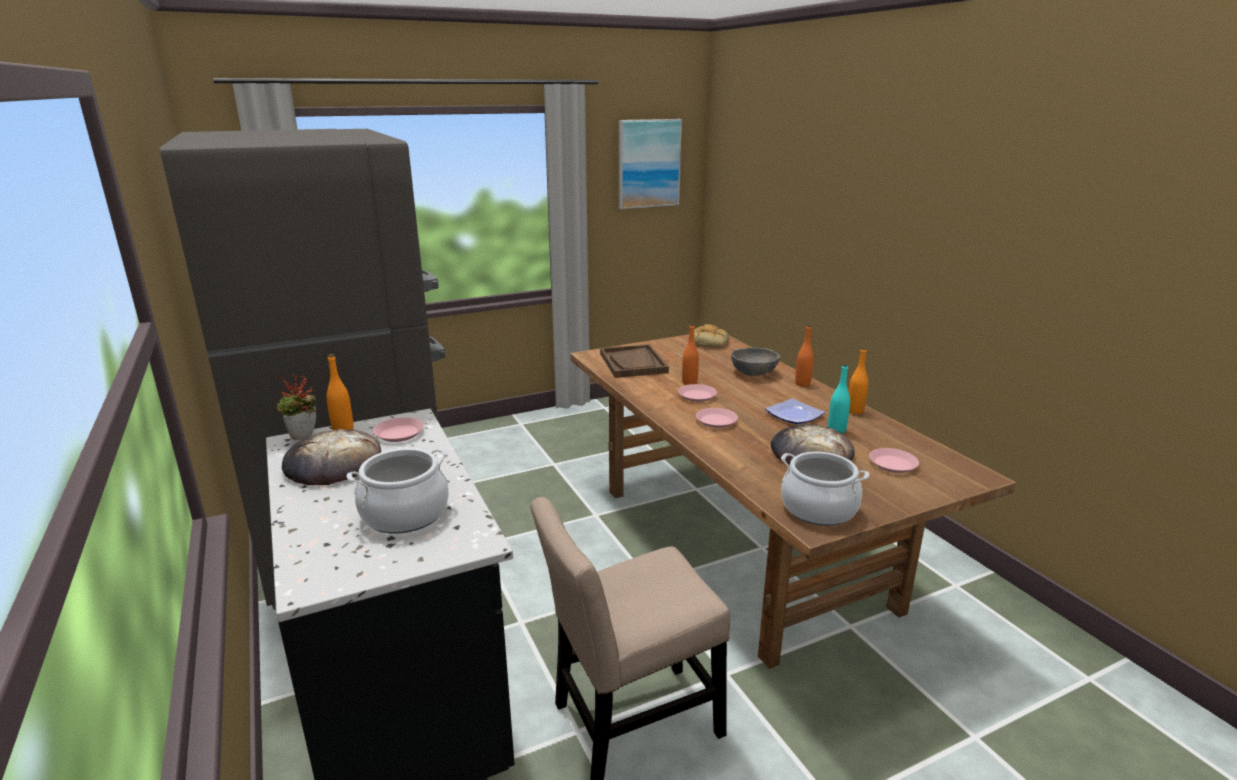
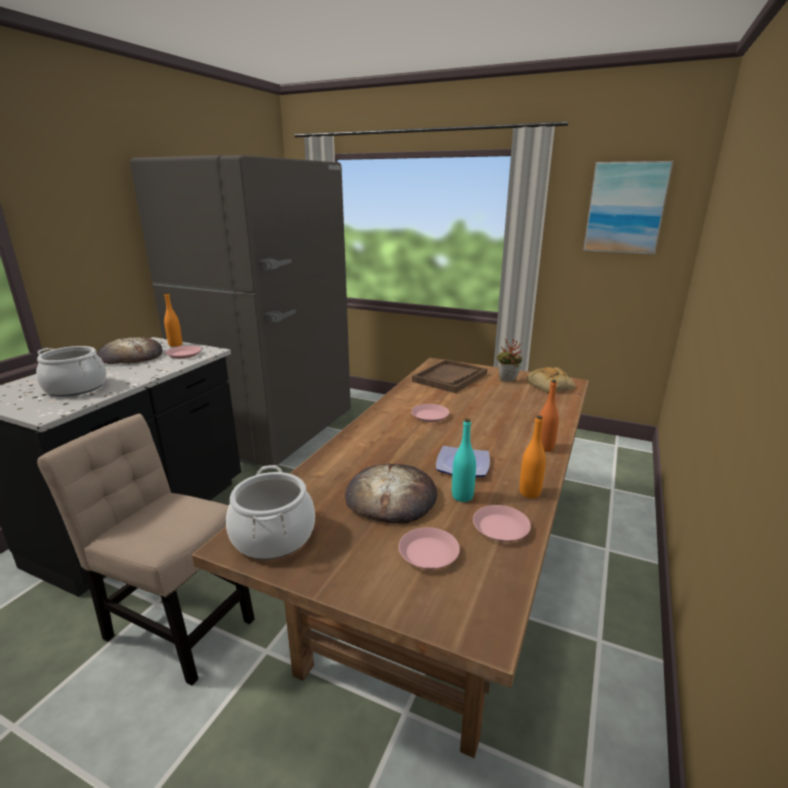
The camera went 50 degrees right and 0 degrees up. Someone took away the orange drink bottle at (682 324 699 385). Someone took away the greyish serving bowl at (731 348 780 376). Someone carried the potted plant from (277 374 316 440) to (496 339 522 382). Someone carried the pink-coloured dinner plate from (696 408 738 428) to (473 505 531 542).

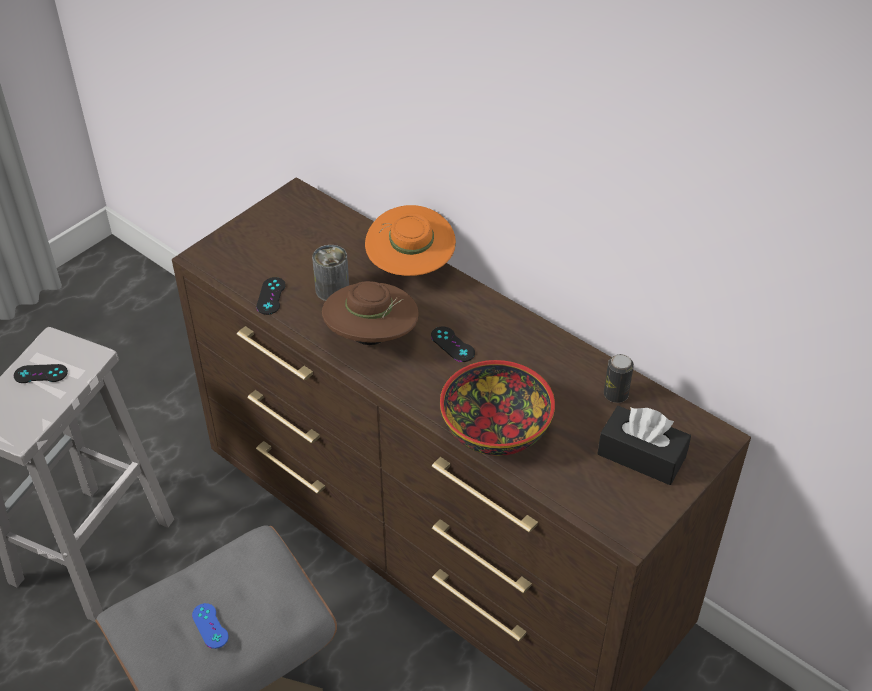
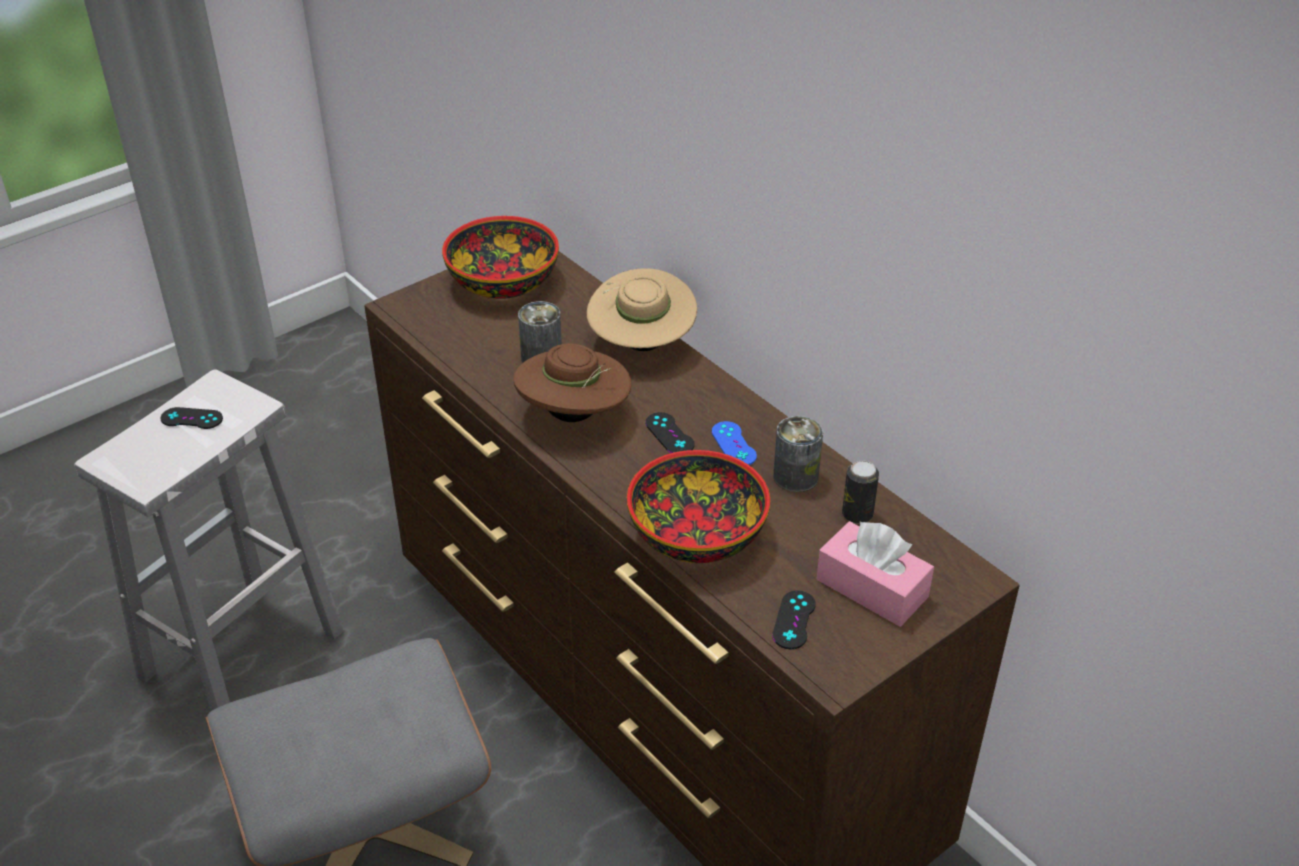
The camera went 10 degrees right and 5 degrees down. Someone put down the serving bowl at (442 216 559 299). Someone put down the sealed can at (773 416 823 492). Someone carried the blue-coloured gamepad from (192 603 229 649) to (712 421 757 465). Someone carried the black gamepad from (256 277 286 315) to (772 590 816 649). Someone repainted the orange clothing hat at (365 205 456 276), which became the beige-coloured clothing hat at (587 268 697 351). Someone repainted the black box of tissues at (597 406 691 485), which became the pink-coloured box of tissues at (817 521 934 627).

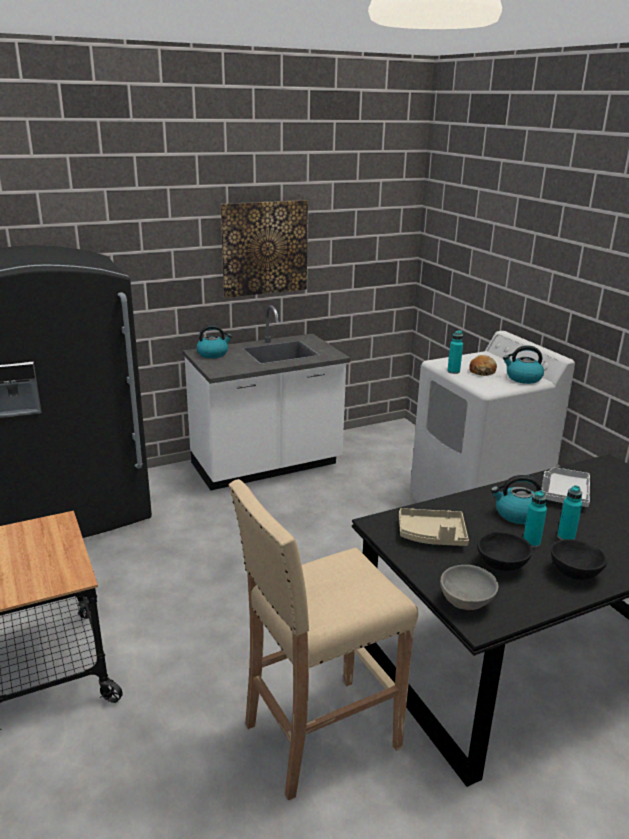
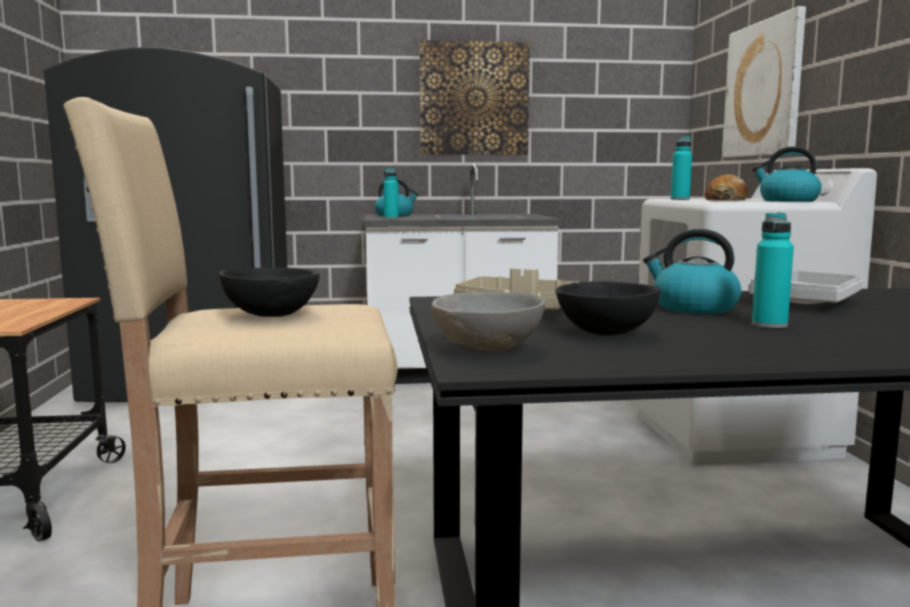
The camera went 20 degrees right and 15 degrees down. Someone put up the picture at (722 6 806 158). Someone carried the blue-green drink bottle from (523 490 547 548) to (383 168 399 219). Someone carried the black serving bowl from (551 539 607 580) to (219 268 320 317).

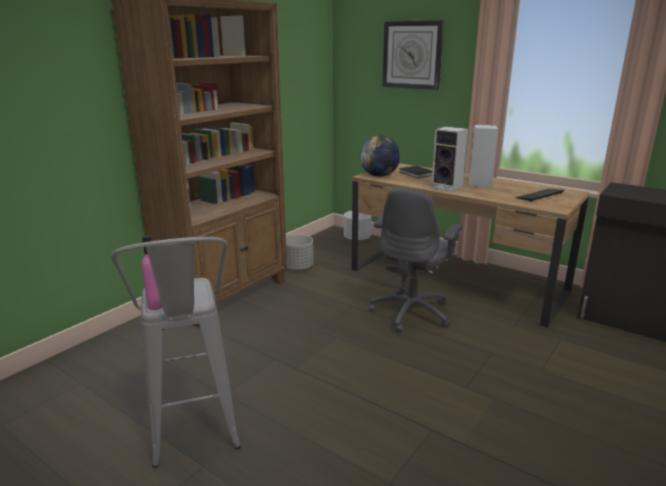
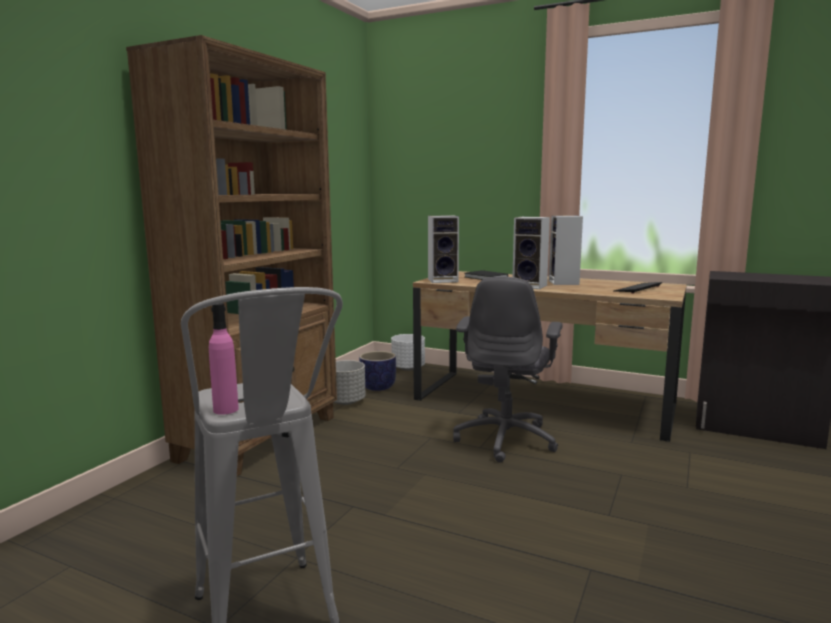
The camera went 10 degrees left and 10 degrees down. Someone took away the clock on the wall at (382 20 444 90). Someone put down the planter at (359 351 396 391). Someone swapped the world globe at (360 135 400 177) for the loudspeaker at (428 215 459 283).

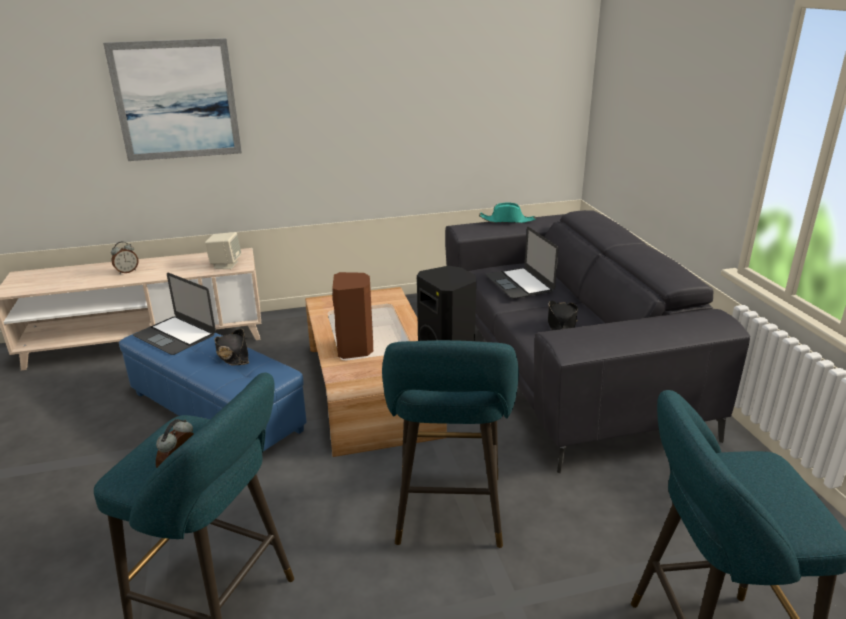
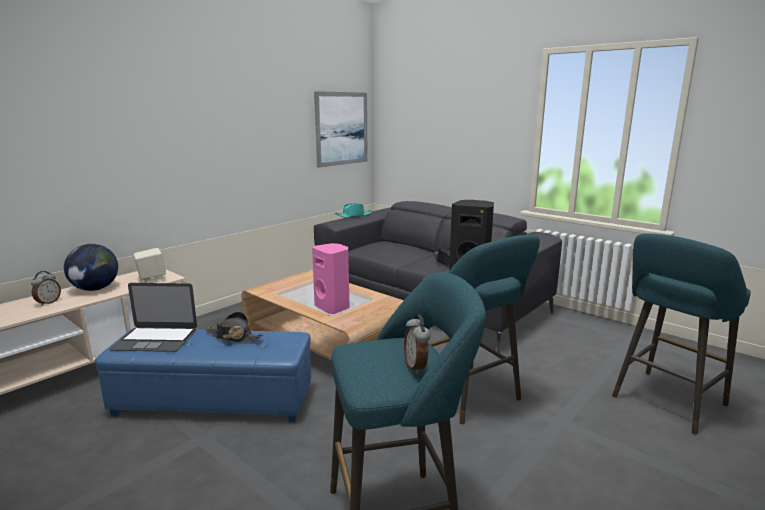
The camera went 35 degrees left and 10 degrees down. Someone took away the notebook computer at (486 227 558 299). Someone put down the world globe at (64 244 118 291). Someone carried the picture from (103 38 242 161) to (314 91 368 168). Someone repainted the brown loudspeaker at (332 272 373 359), which became the pink-coloured loudspeaker at (312 243 350 314).

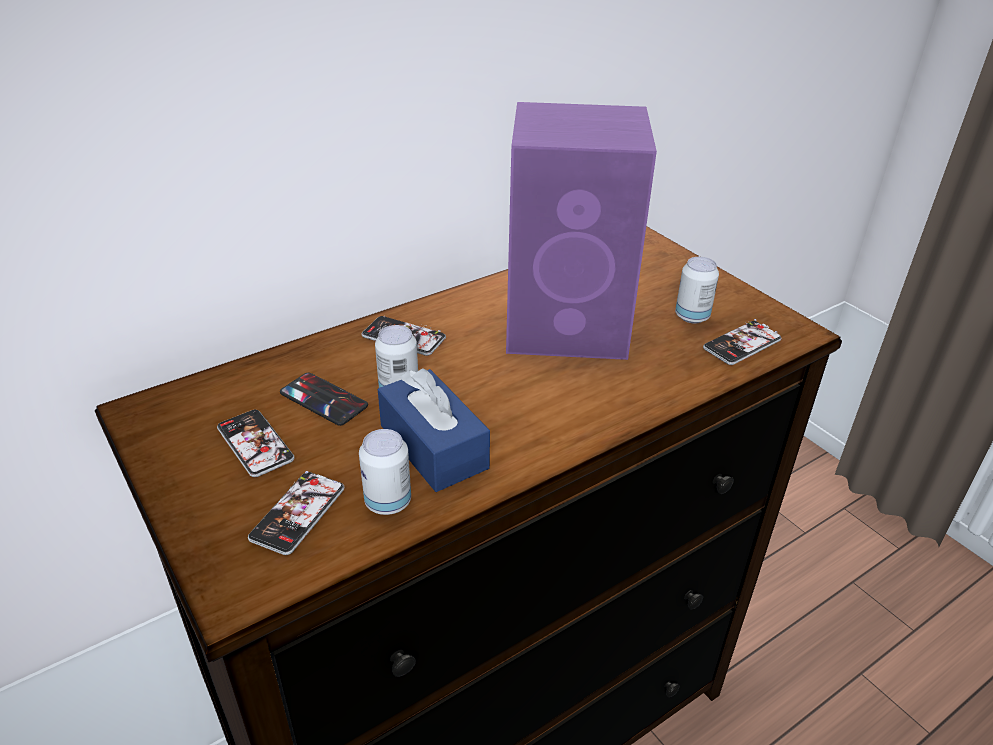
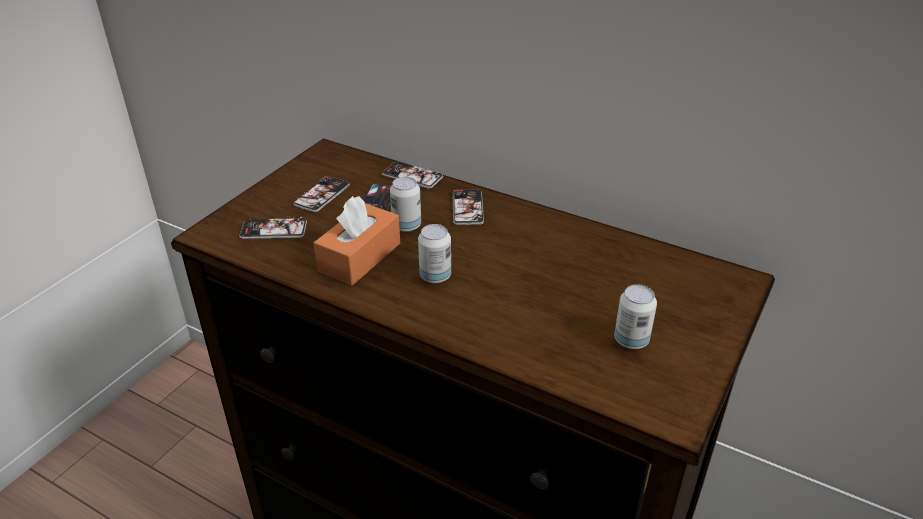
The camera went 65 degrees right and 0 degrees up. Someone took away the purple loudspeaker at (506 102 657 360). Someone carried the sealed can from (359 429 411 515) to (418 224 451 283). Someone carried the handset from (703 319 782 365) to (382 161 443 189). Someone repainted the blue-coloured box of tissues at (378 368 490 492), which became the orange box of tissues at (314 196 400 286).

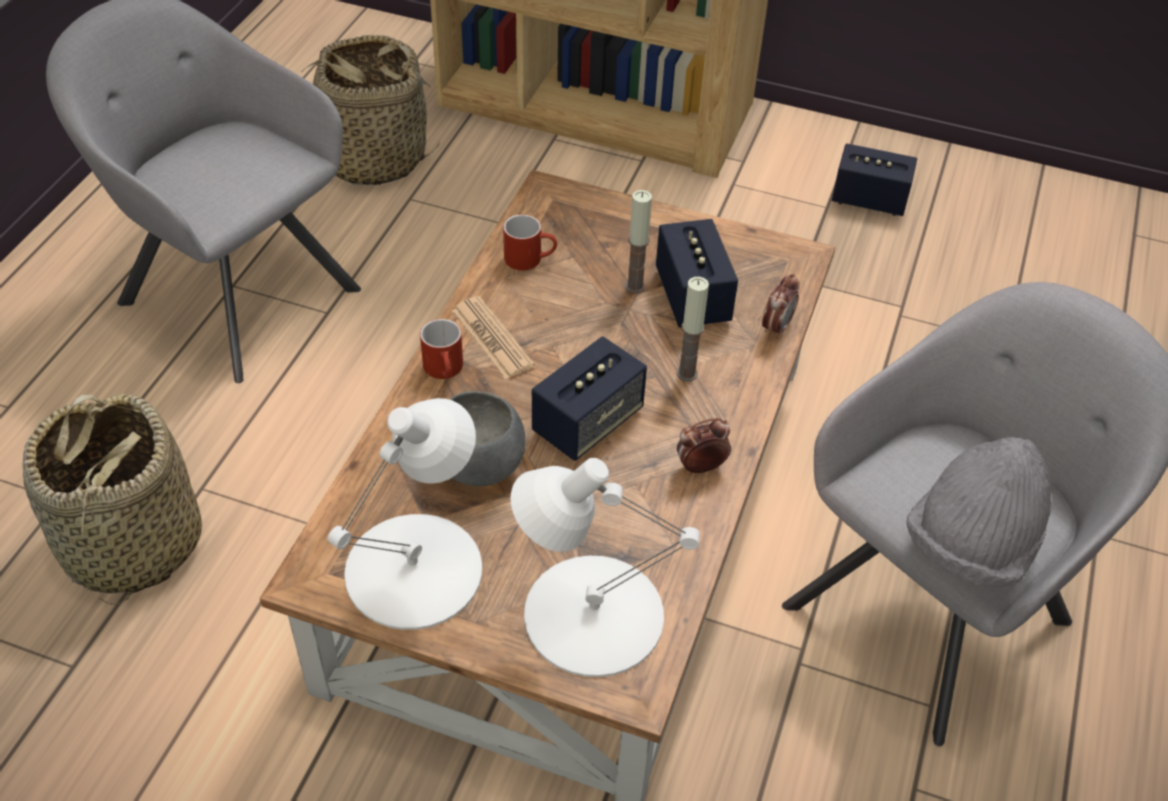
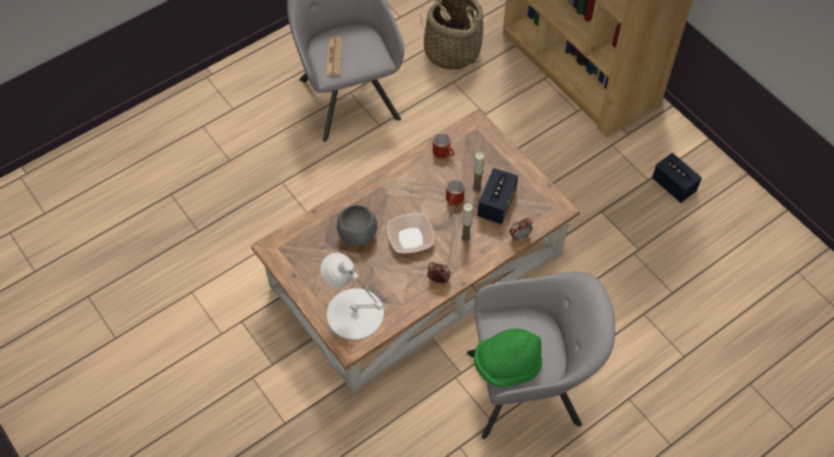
The camera went 35 degrees right and 10 degrees up. Someone took away the basket at (23 393 202 605). Someone took away the whitish table lamp at (327 398 482 630). Someone carried the red-coloured coffee mug from (420 319 463 379) to (446 179 465 206). Someone carried the daily paper from (452 296 535 380) to (326 37 342 75). Someone swapped the loudspeaker at (532 336 647 461) for the serving bowl at (387 213 434 254). Someone repainted the greyish clothing hat at (907 437 1051 587), which became the green-coloured clothing hat at (474 328 542 387).

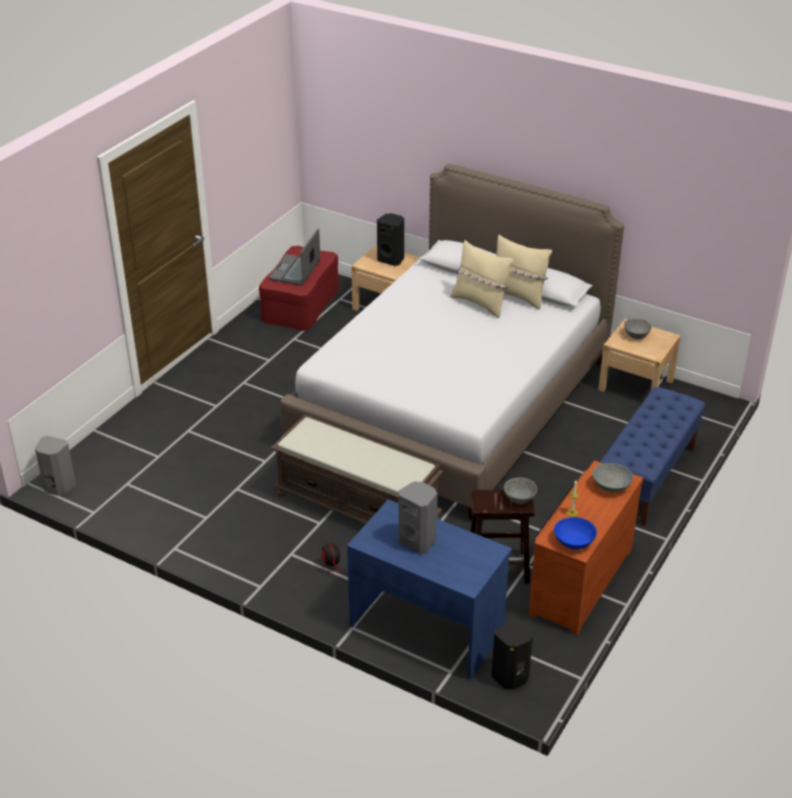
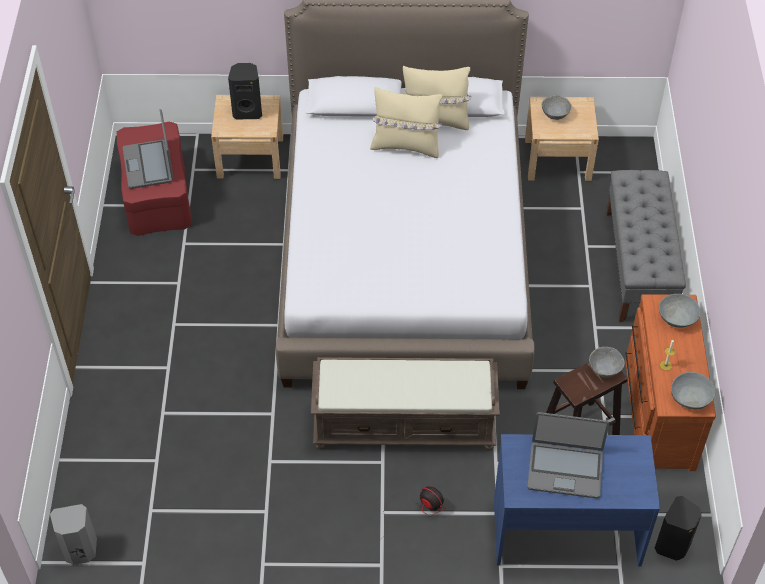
The camera went 30 degrees left and 15 degrees up. Someone swapped the greyish loudspeaker at (398 481 437 554) for the notebook computer at (527 412 610 499). Someone repainted the blue-coloured serving bowl at (554 517 597 550), which became the greyish serving bowl at (671 372 715 409). Someone repainted the blue-coloured bench at (600 387 705 526), which became the greyish bench at (606 170 686 322).

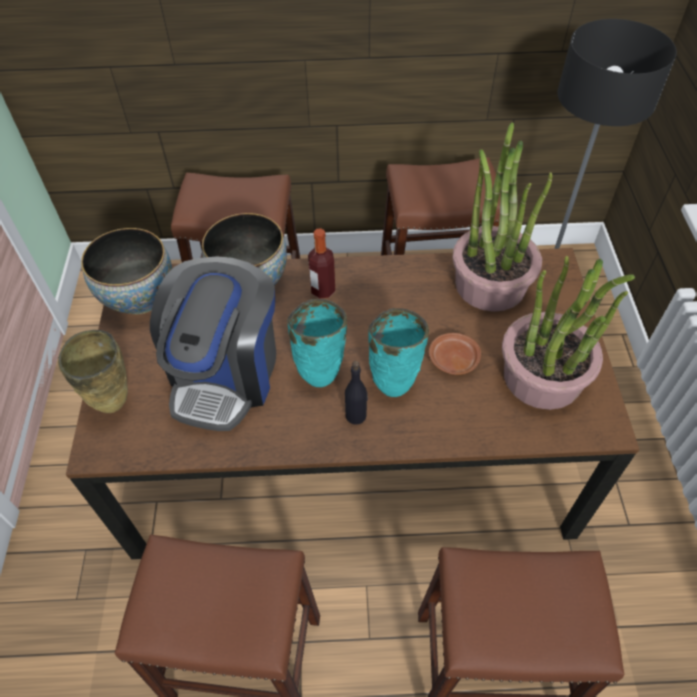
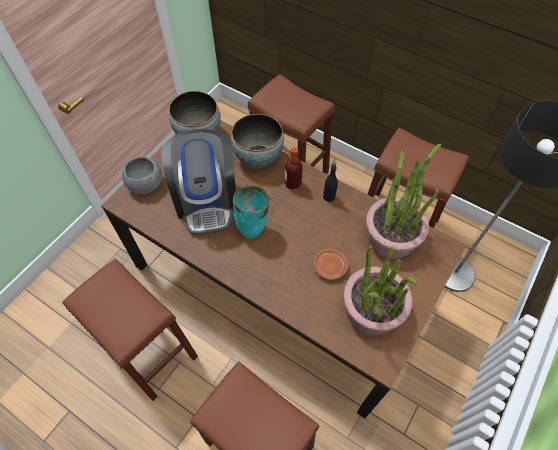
The camera went 35 degrees right and 5 degrees up. Someone took away the blue-green flower vase at (368 308 429 397). Someone carried the black drink bottle from (345 361 368 425) to (323 162 338 202). Someone swapped the beige-coloured flower vase at (58 330 128 413) for the greyish serving bowl at (122 157 162 194). Someone rotated the coffee maker at (150 256 276 431) by 60 degrees counterclockwise.

